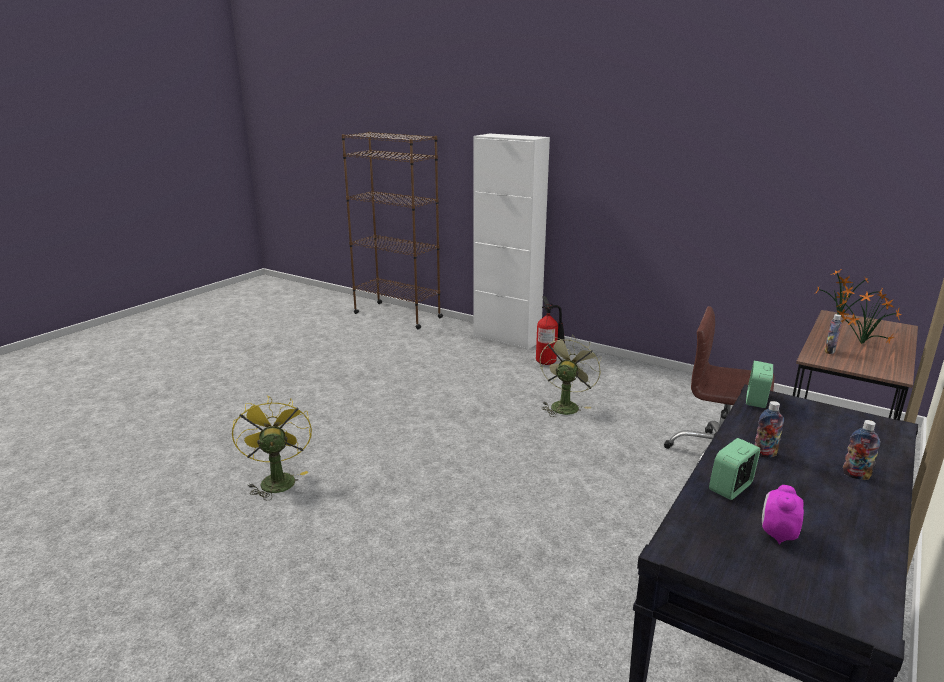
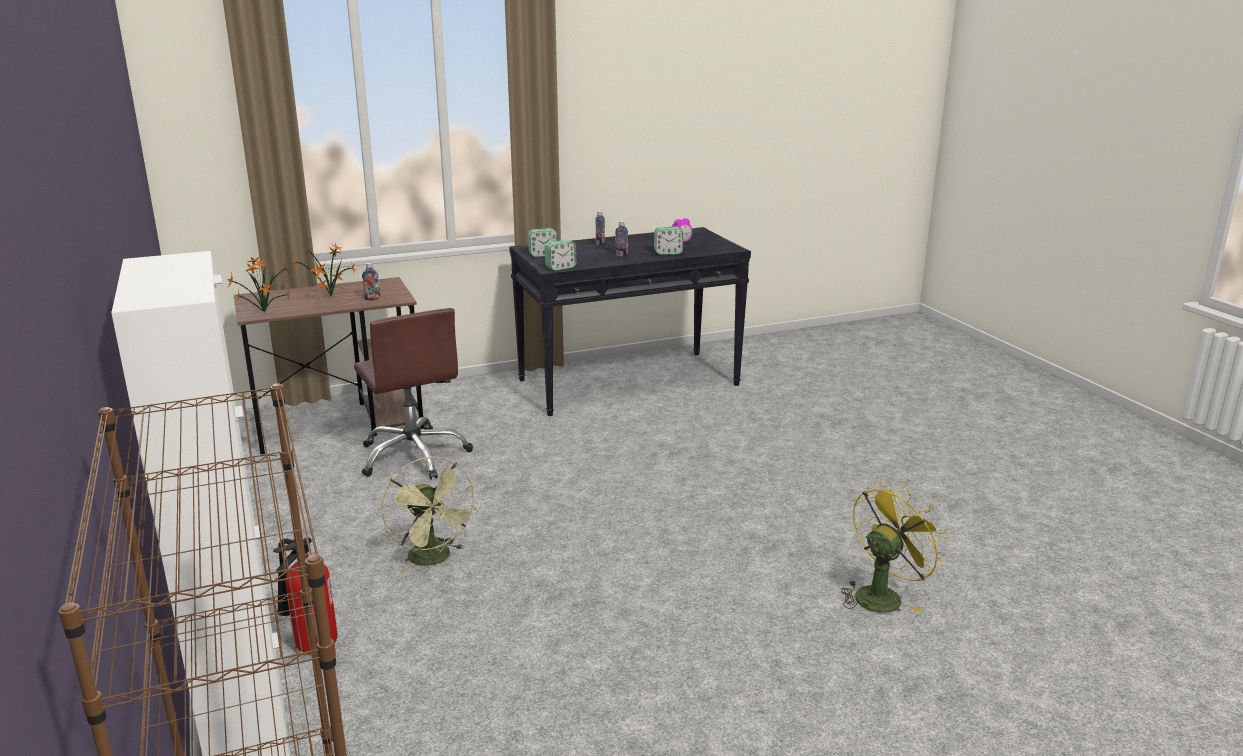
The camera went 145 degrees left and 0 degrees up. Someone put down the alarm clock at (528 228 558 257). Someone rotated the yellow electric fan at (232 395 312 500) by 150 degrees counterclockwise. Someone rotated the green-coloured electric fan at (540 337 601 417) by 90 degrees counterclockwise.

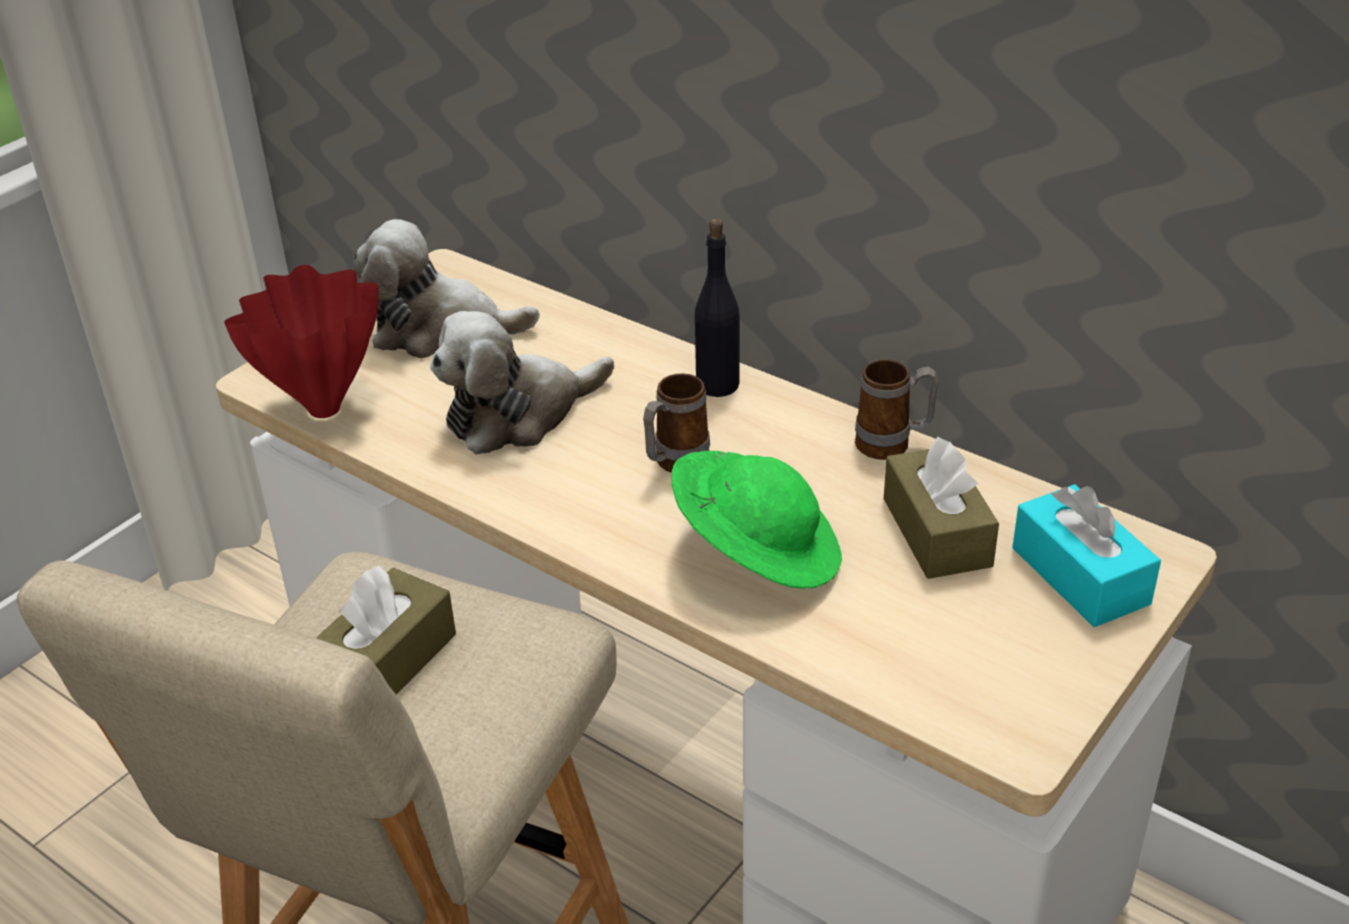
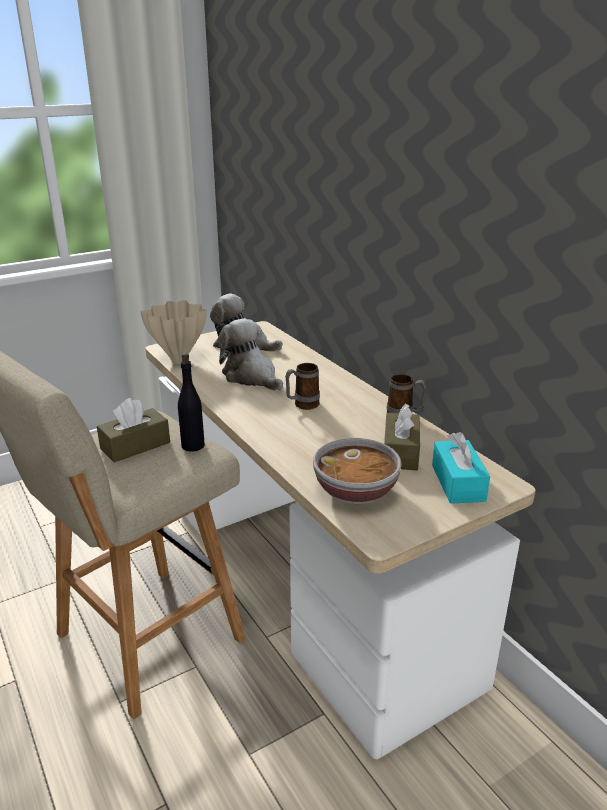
The camera went 20 degrees right and 10 degrees down. Someone took away the green-coloured clothing hat at (672 451 842 589). Someone put down the serving bowl at (313 438 402 504). Someone carried the black drink bottle from (695 219 739 397) to (178 353 205 452). Someone repainted the red-coloured flower vase at (224 265 379 418), which became the beige-coloured flower vase at (140 300 207 364). Someone rotated the soft toy at (430 311 614 454) by 60 degrees clockwise.

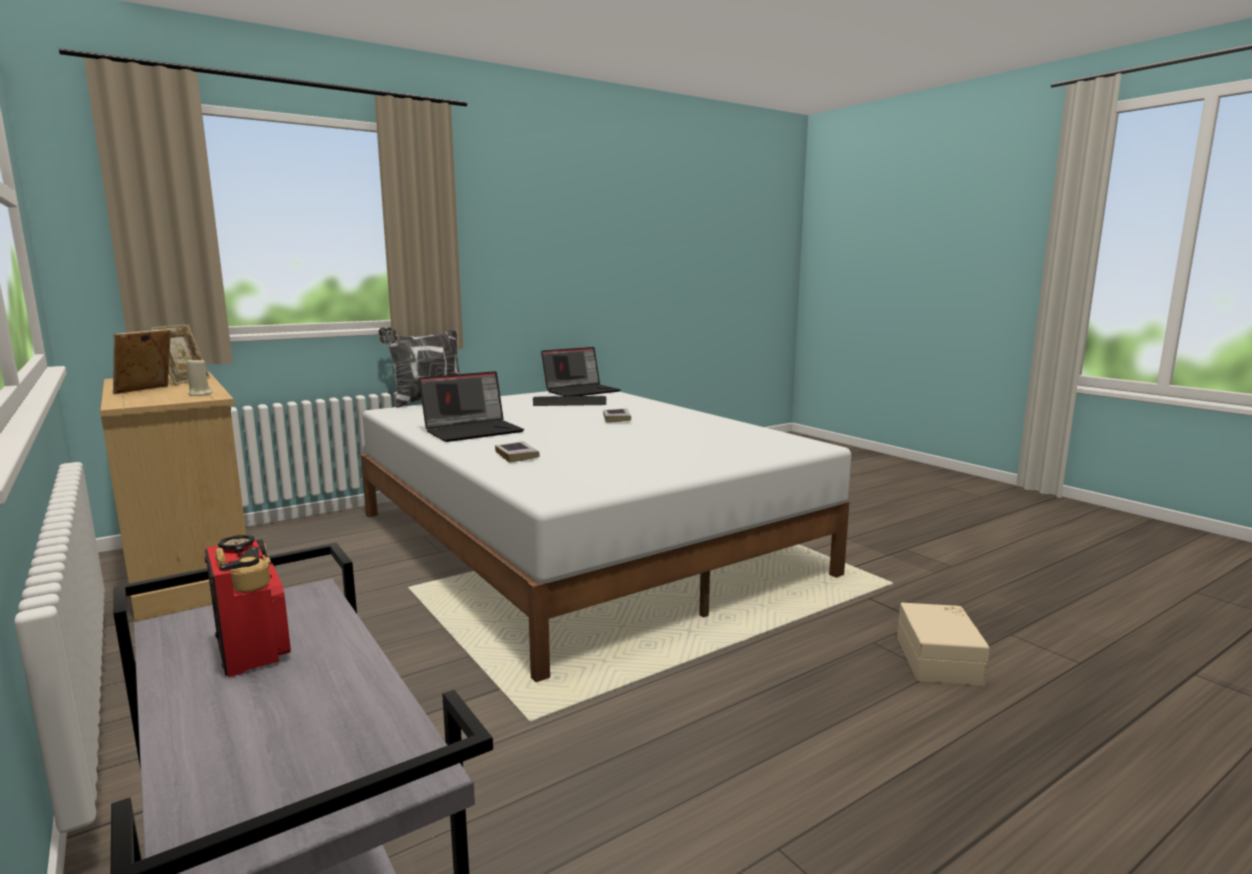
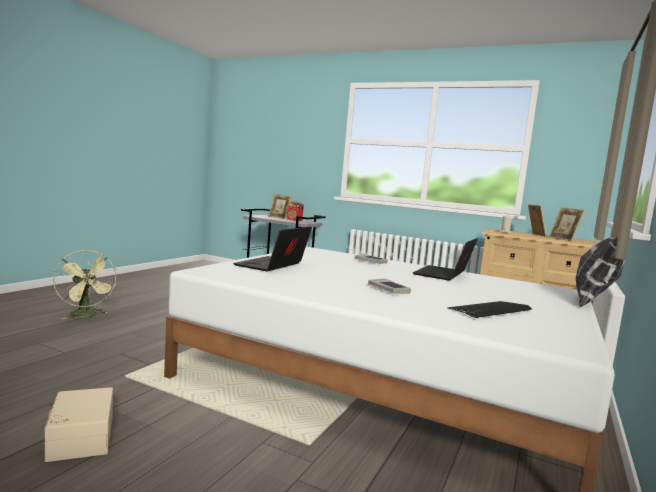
The camera went 150 degrees right and 5 degrees down. Someone put down the green-coloured electric fan at (53 250 117 319). Someone put down the standing frame at (268 194 291 219). Someone carried the notebook computer from (541 347 621 396) to (233 227 312 271). Someone carried the beige-coloured storage bin from (897 603 990 686) to (45 387 113 462).

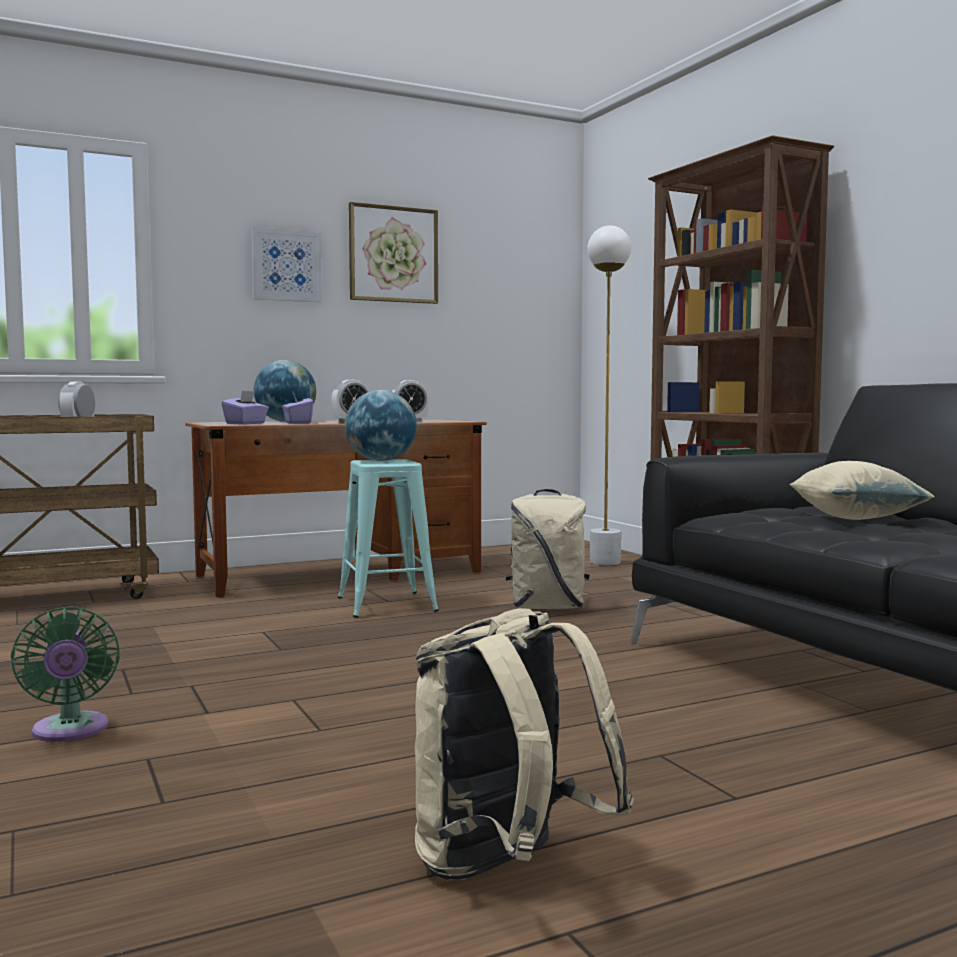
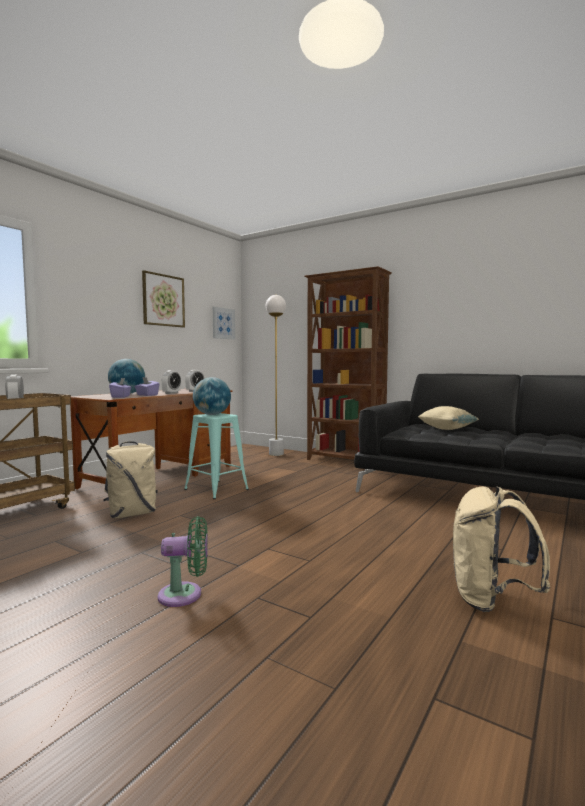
The camera went 30 degrees left and 0 degrees up. Someone carried the picture from (251 228 322 302) to (213 307 235 340). Someone carried the beige-coloured rucksack from (506 489 590 610) to (103 441 158 518). Someone rotated the green-coloured electric fan at (11 606 120 742) by 45 degrees counterclockwise.

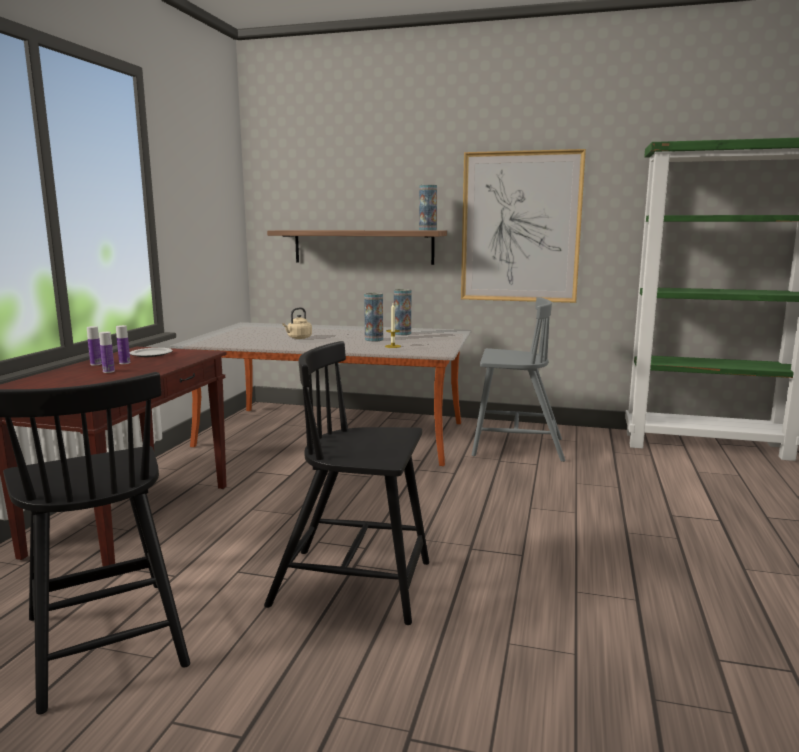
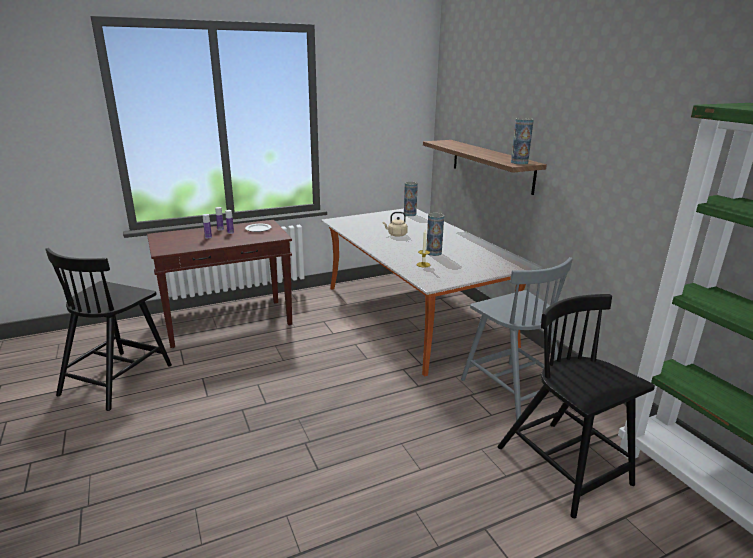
The camera went 50 degrees right and 10 degrees up. Someone took away the picture at (461 149 586 303). Someone carried the black chair from (264 341 429 625) to (497 294 655 518). Someone carried the flower vase from (394 289 411 335) to (404 182 418 216).

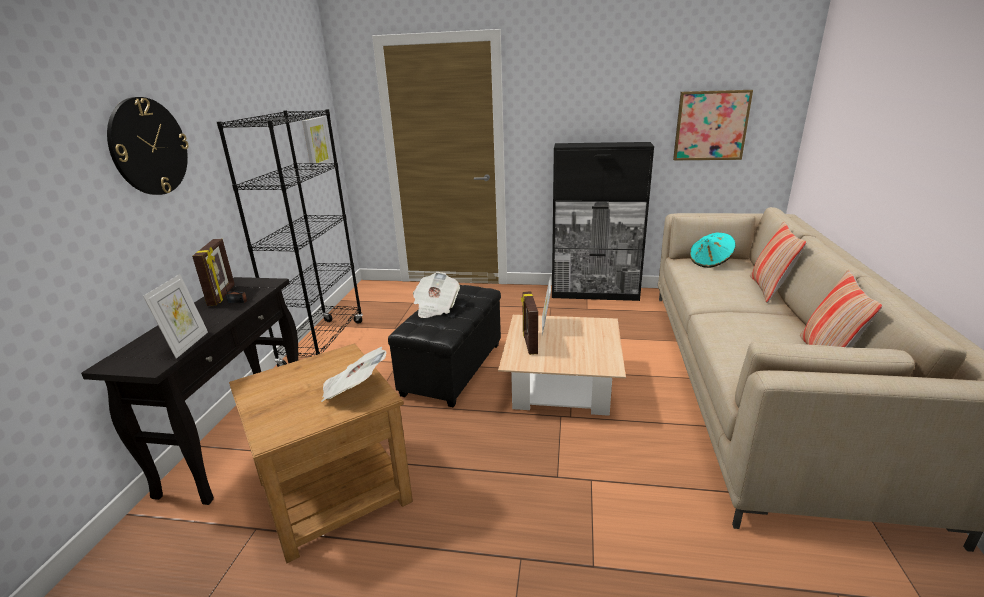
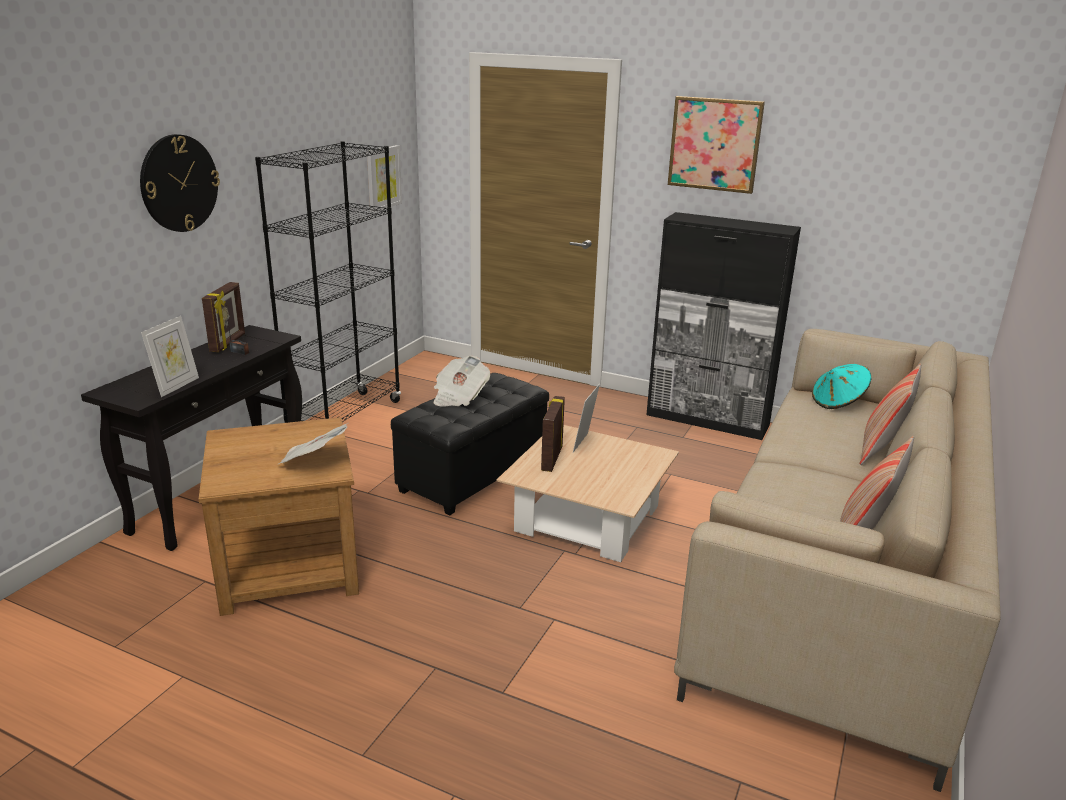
The camera went 15 degrees right and 0 degrees up. Someone carried the picture from (673 90 753 160) to (668 96 765 194).

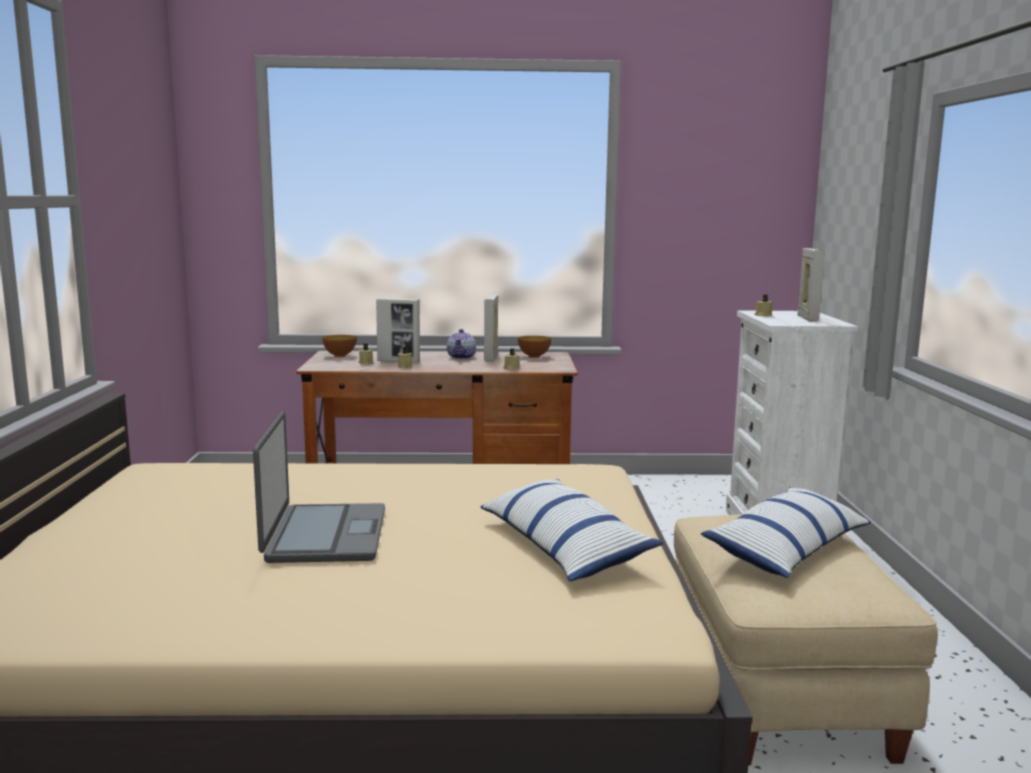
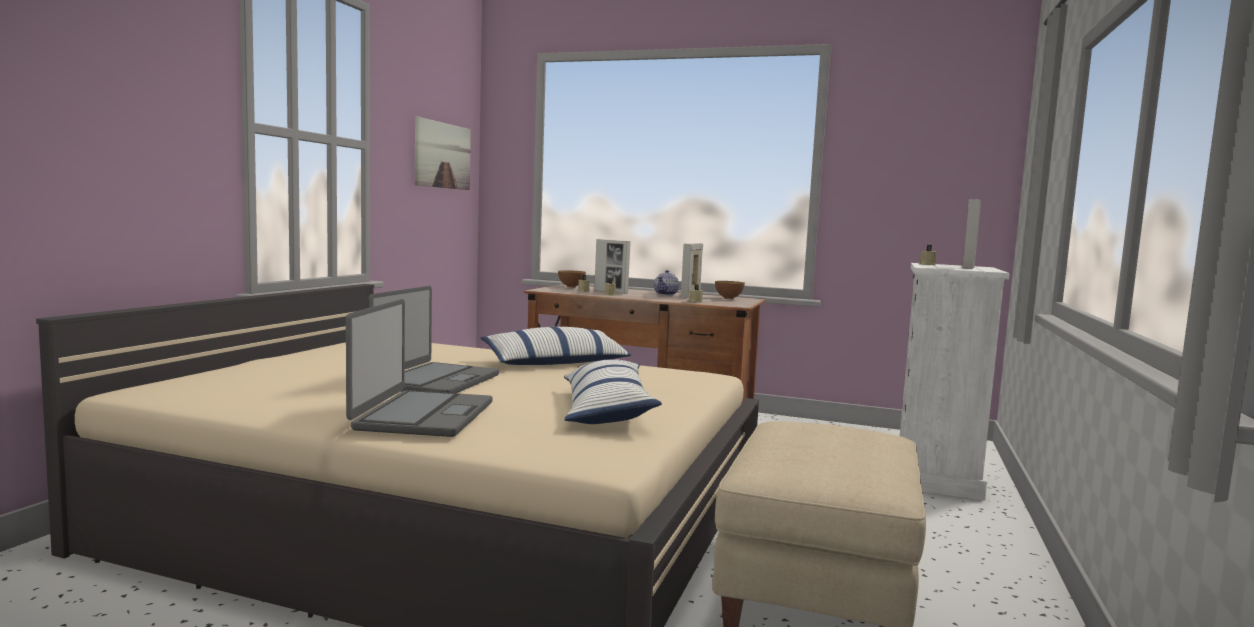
The camera went 20 degrees right and 5 degrees down. Someone put down the notebook computer at (346 299 492 437). Someone put up the picture at (415 117 471 190). Someone carried the throw pillow from (701 487 871 578) to (481 327 631 365).

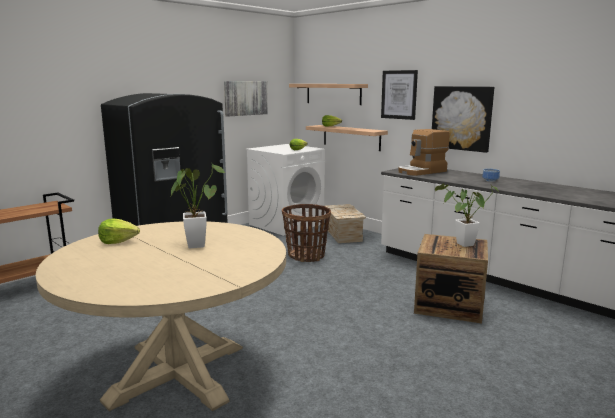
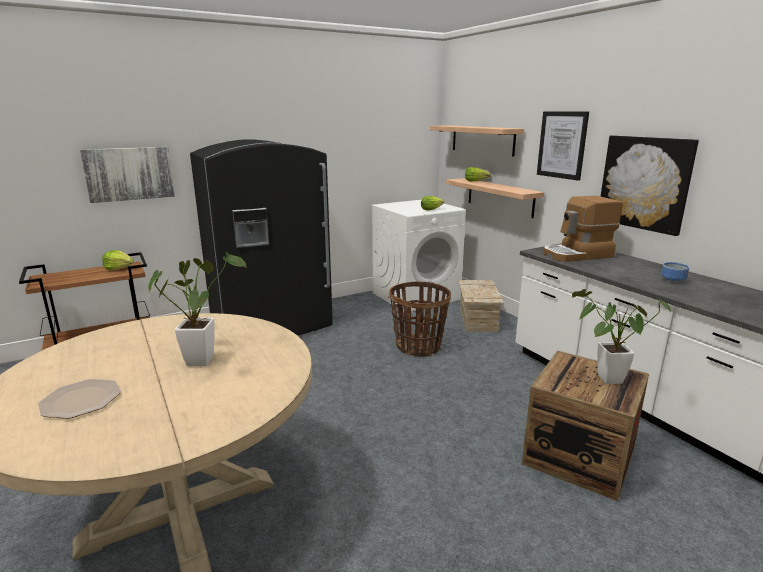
The camera went 15 degrees right and 5 degrees up. Someone put down the dinner plate at (38 379 121 419). Someone carried the head of lettuce from (98 219 140 244) to (102 250 134 270). Someone carried the picture from (224 81 268 117) to (80 147 175 203).

